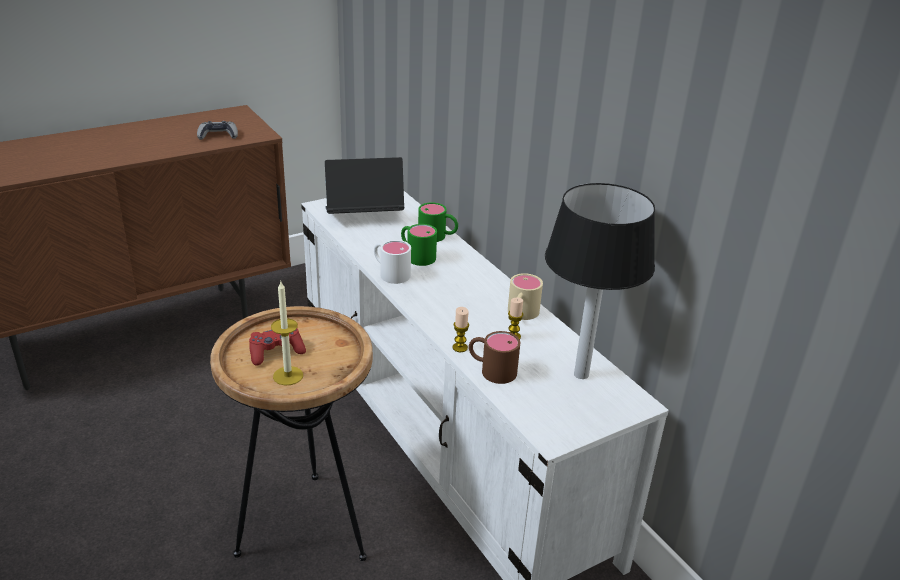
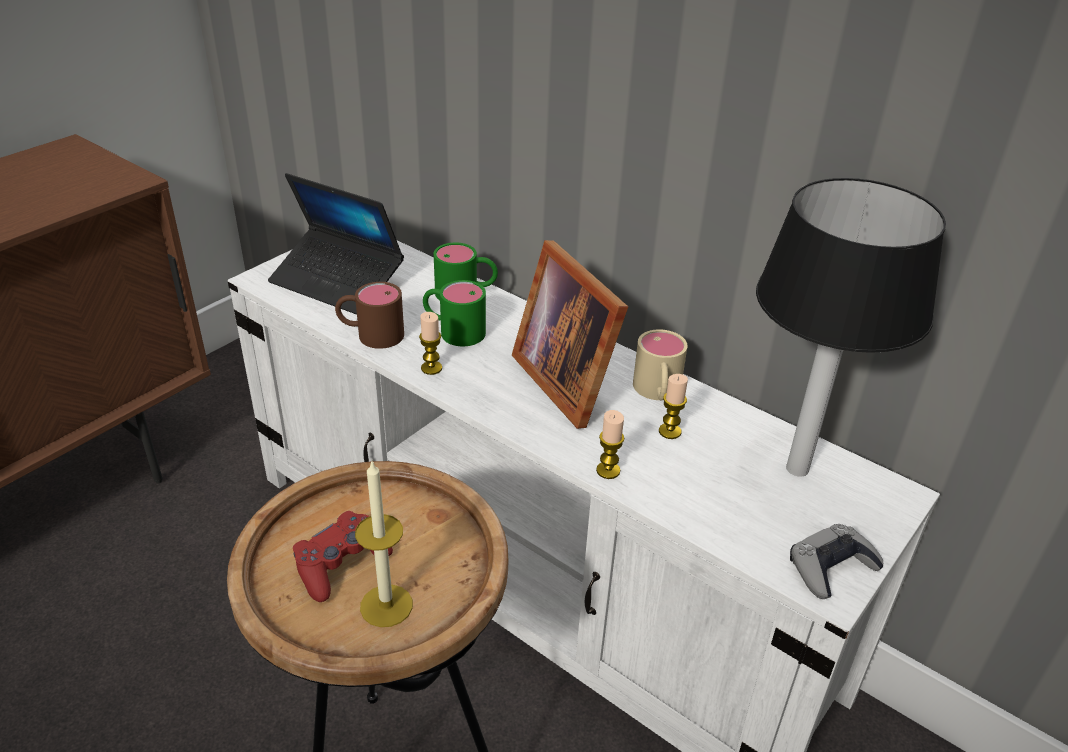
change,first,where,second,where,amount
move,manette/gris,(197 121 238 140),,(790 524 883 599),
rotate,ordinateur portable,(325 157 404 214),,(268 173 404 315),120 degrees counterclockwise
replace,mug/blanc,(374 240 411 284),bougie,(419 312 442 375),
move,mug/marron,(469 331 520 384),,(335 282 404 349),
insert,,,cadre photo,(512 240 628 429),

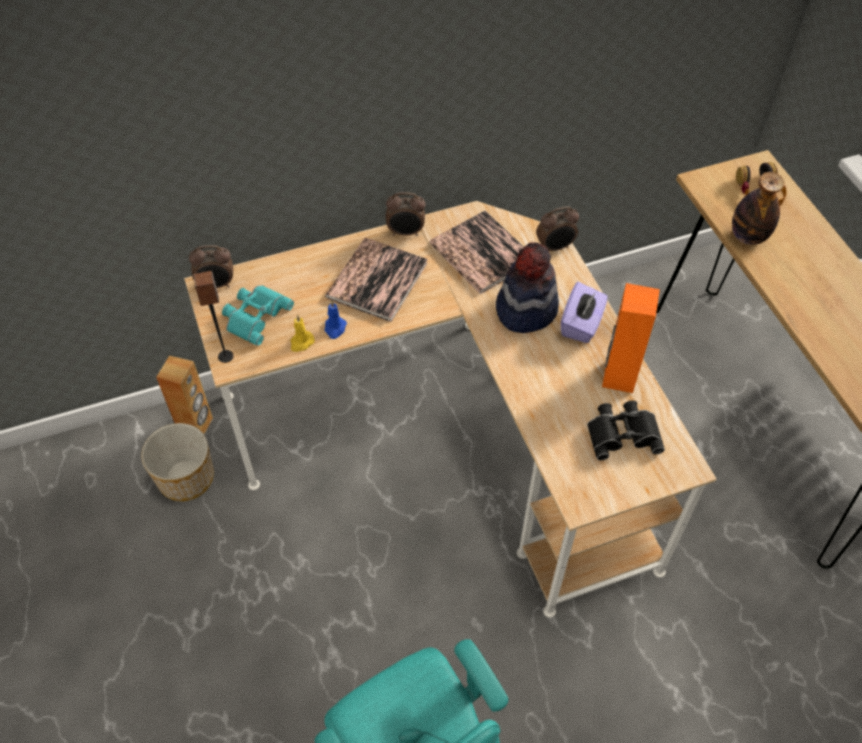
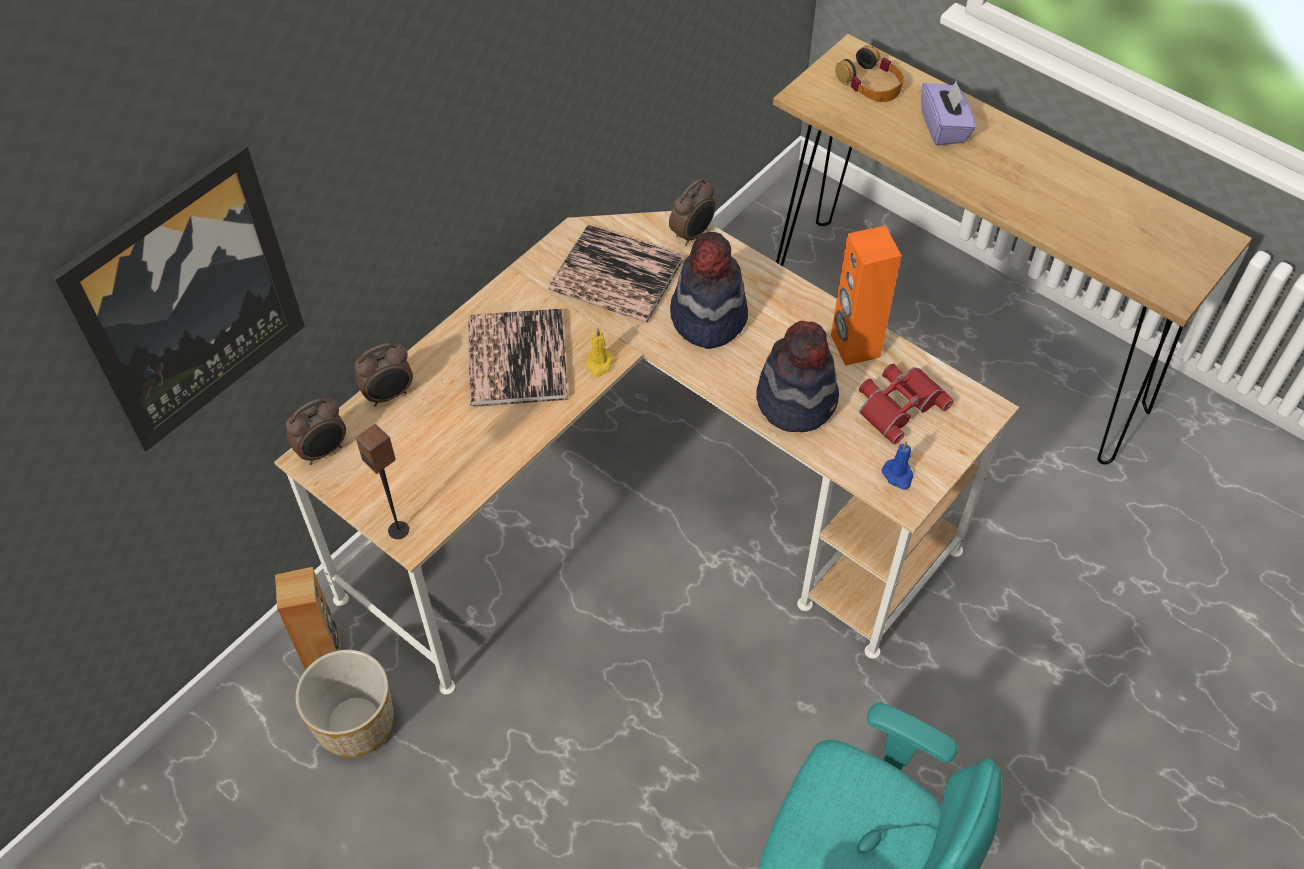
change,first,where,second,where,amount
delete,bouteille,(732 172 784 245),,,
move,réveil,(386 192 426 236),,(354 343 413 407),
move,boîte à mouchoirs/violet,(561 282 608 343),,(921 80 976 146),
delete,jumelles/turquoise,(222 285 294 346),,,
move,bougie/bleu,(325 301 347 339),,(882 441 914 490),
move,bougie/jaune,(290 315 315 352),,(586 328 614 377),
recolor,jumelles/noir,(587 401 665 460),jumelles/rouge,(859 363 954 444),
insert,,,tableau,(50 143 305 452),
insert,,,chapeau,(756 321 839 432),

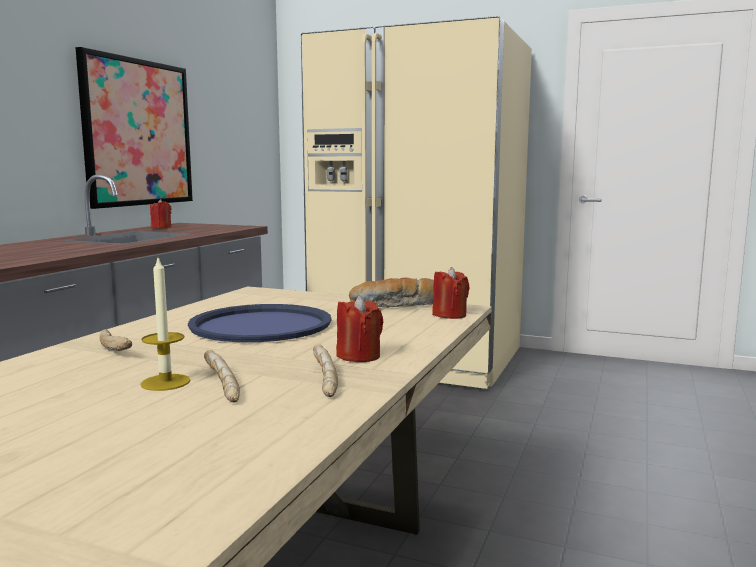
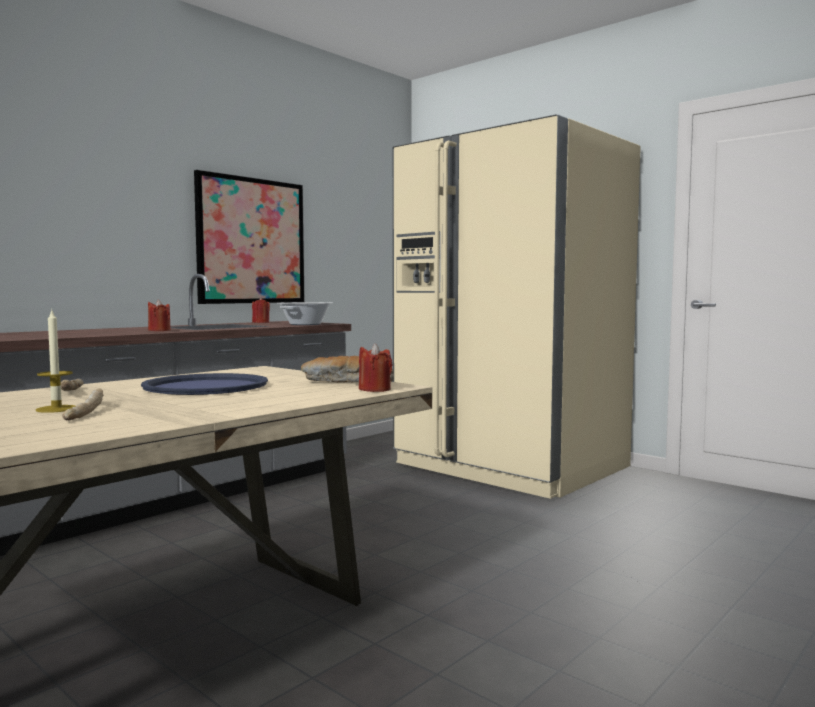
change,first,where,second,where,amount
move,bougie/rouge,(336 296 383 362),,(148 300 171 331),
delete,pain,(313 344 338 397),,,
insert,,,marmite,(277 302 333 325),

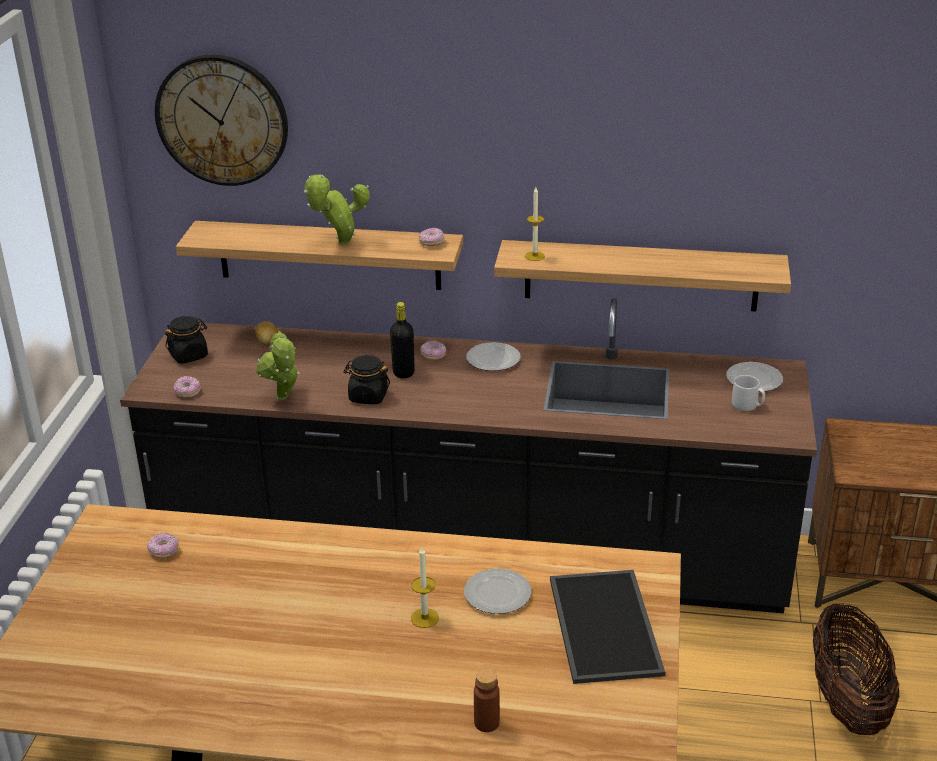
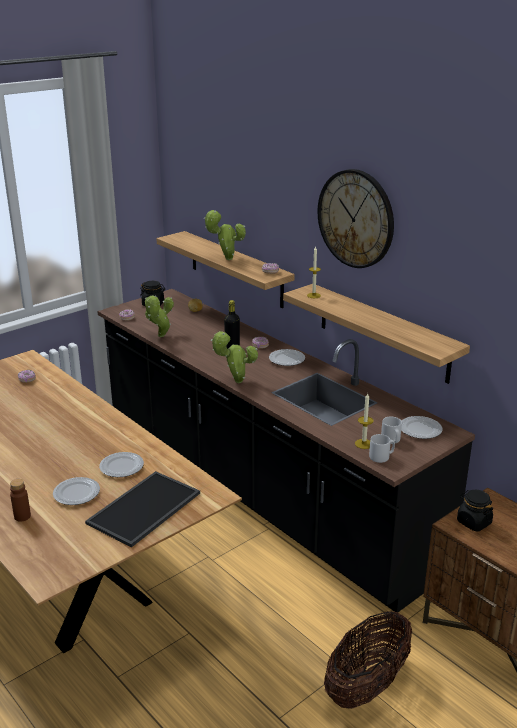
change,first,where,second,where,amount
move,horloge murale,(155 55 288 186),,(318 169 394 268),
move,bocal/noir,(344 355 390 404),,(457 490 493 531),
move,bougie,(411 547 439 628),,(355 393 374 449),
insert,,,plante en pot,(211 331 258 383),
insert,,,mug/gris,(369 434 395 463),
insert,,,assiette,(53 477 100 505),

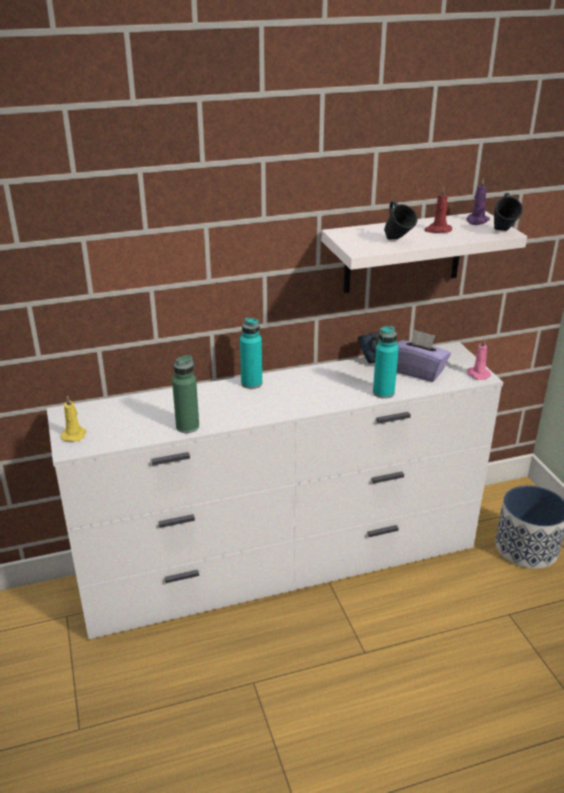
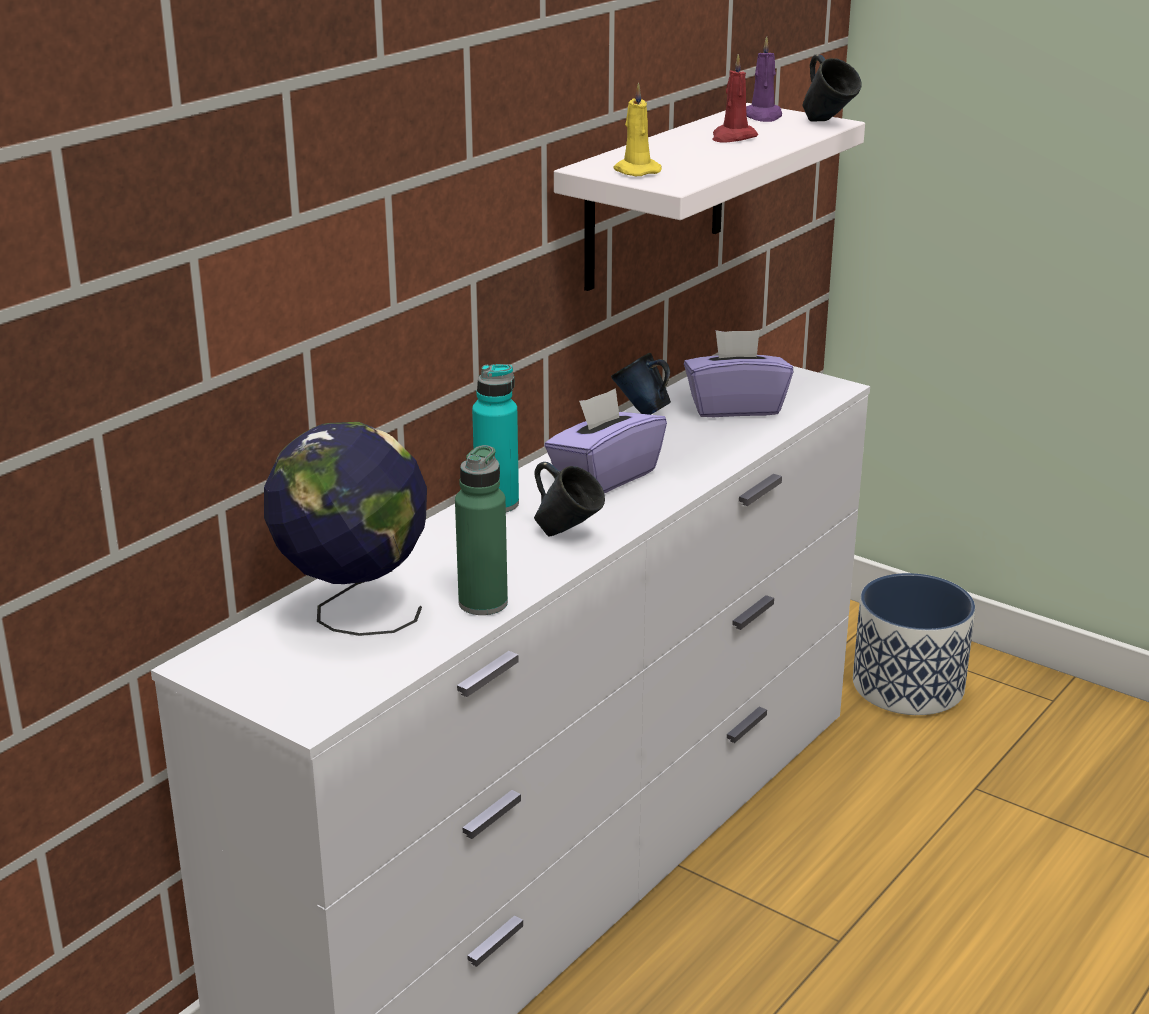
change,first,where,second,where,amount
move,mug/bleu,(384 201 418 239),,(534 462 605 537),
delete,bouteille/turquoise,(373 326 399 399),,,
delete,bougie/rose,(467 338 491 380),,,
move,bougie/jaune,(60 395 86 442),,(613 83 662 176),
insert,,,boîte à mouchoirs/violet,(544 388 667 493),
insert,,,globe,(264 422 427 636),

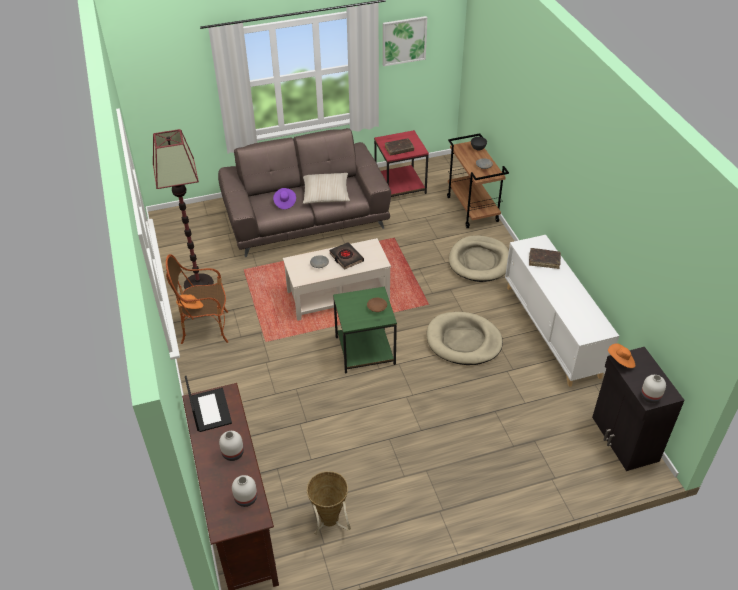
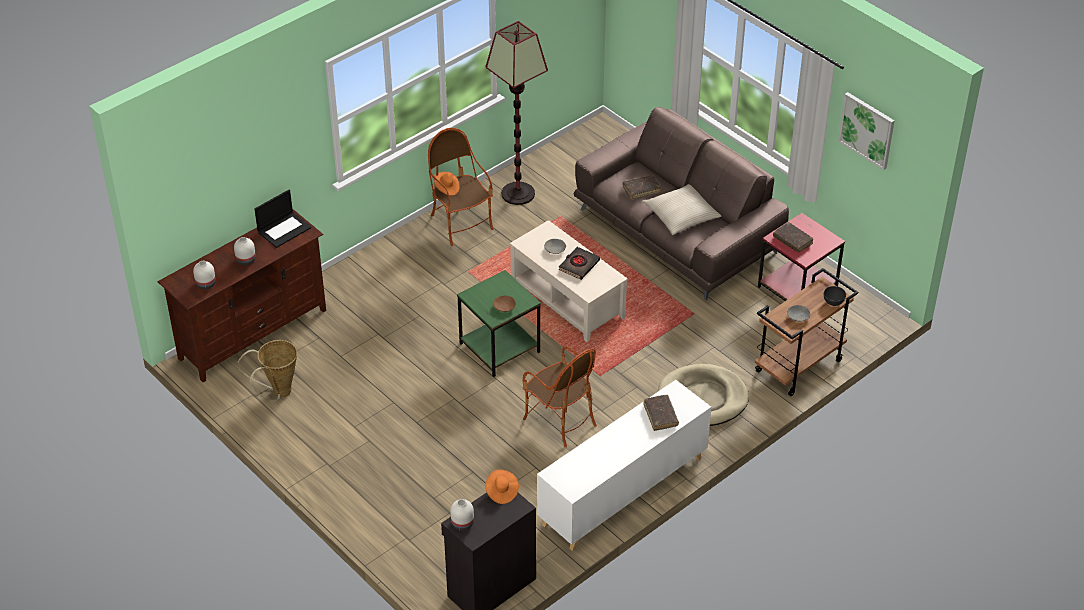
change,first,where,second,where,amount
replace,chapeau/violet,(273 188 296 209),livre/marron,(623 175 661 200),
replace,panier pour chien/beige,(427 312 503 365),fauteuil,(522 346 597 447),

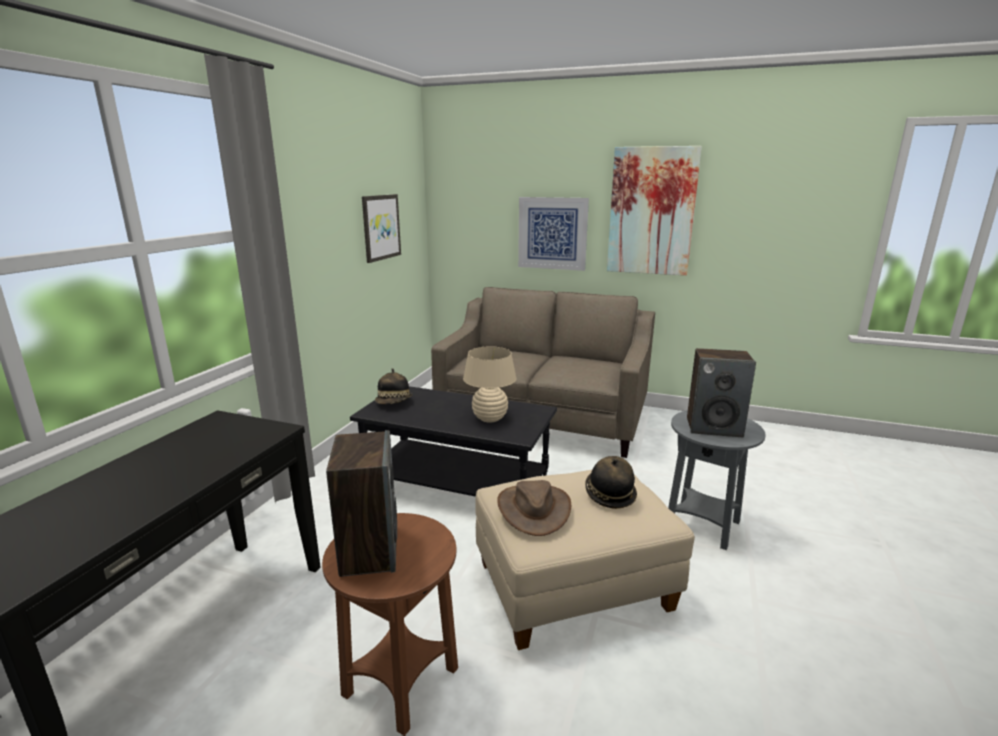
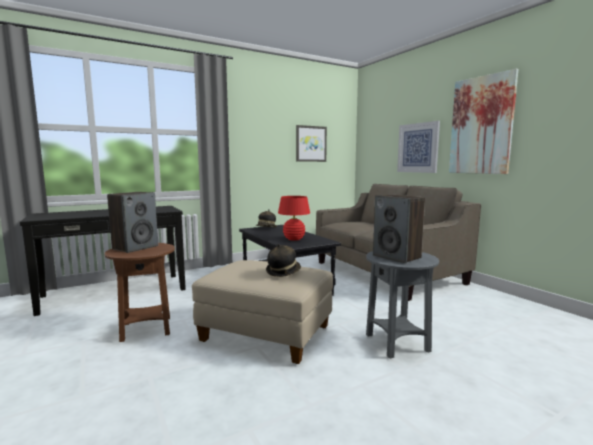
change,first,where,second,where,amount
recolor,lampe de table/beige,(463 346 516 423),lampe de table/rouge,(278 196 310 241),
delete,chapeau/marron,(497 480 571 536),,,

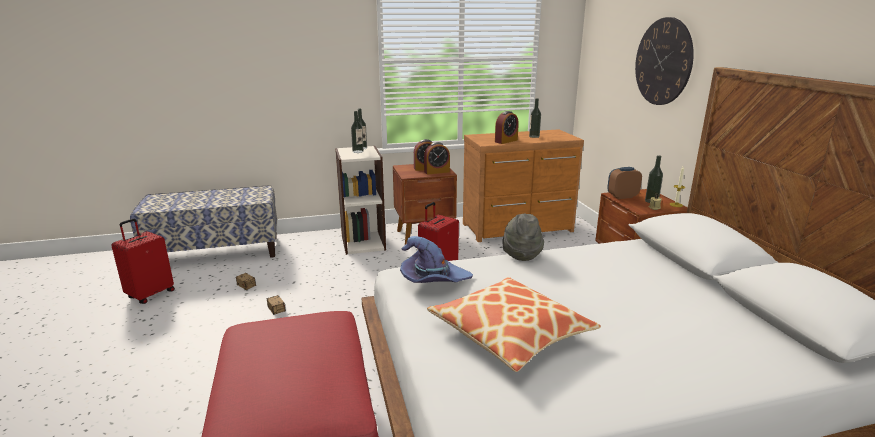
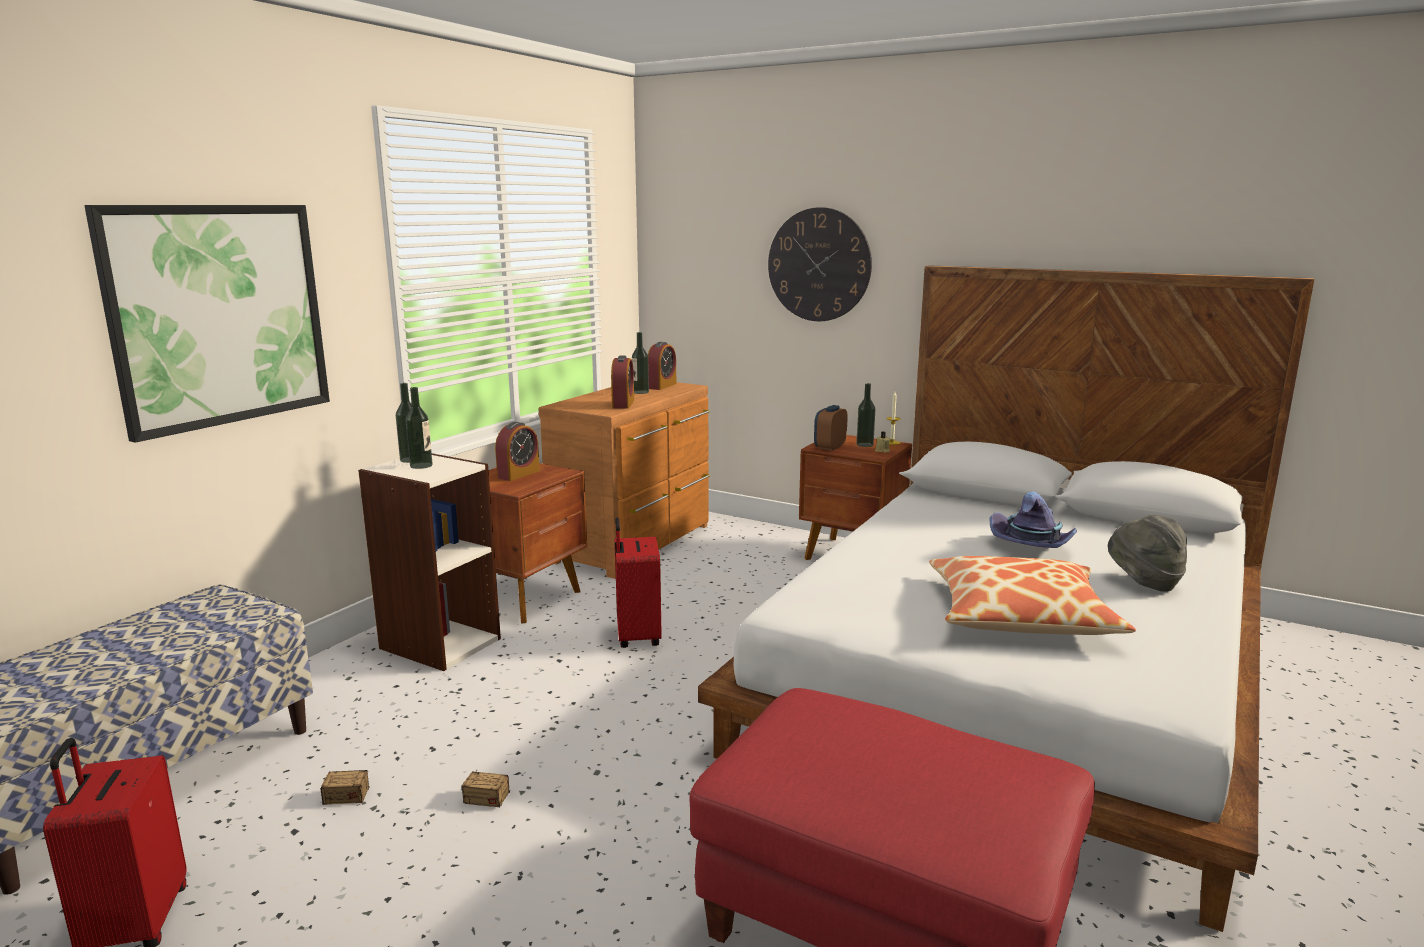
change,first,where,second,where,amount
move,réveil,(424 142 450 175),,(648 342 676 390),
move,chapeau/gris,(502 214 544 261),,(1108 515 1187 592),
move,chapeau/violet,(400 236 473 283),,(989 491 1077 548),
insert,,,tableau,(84 205 330 443),

